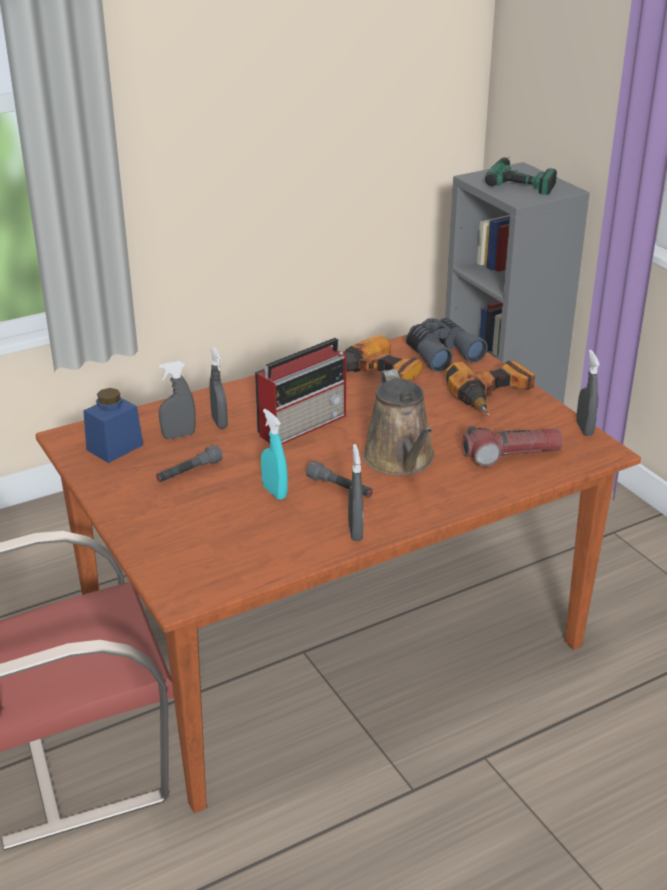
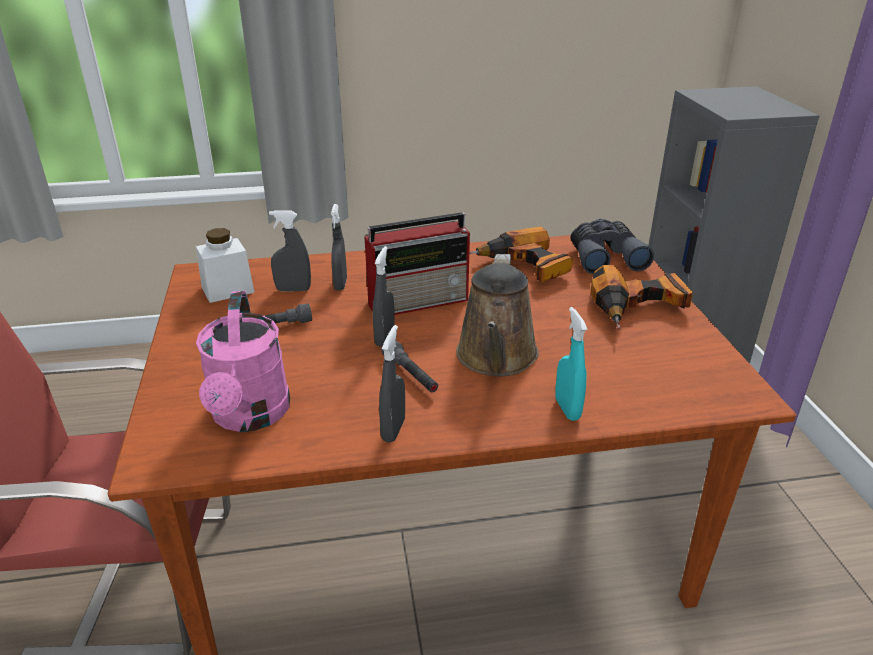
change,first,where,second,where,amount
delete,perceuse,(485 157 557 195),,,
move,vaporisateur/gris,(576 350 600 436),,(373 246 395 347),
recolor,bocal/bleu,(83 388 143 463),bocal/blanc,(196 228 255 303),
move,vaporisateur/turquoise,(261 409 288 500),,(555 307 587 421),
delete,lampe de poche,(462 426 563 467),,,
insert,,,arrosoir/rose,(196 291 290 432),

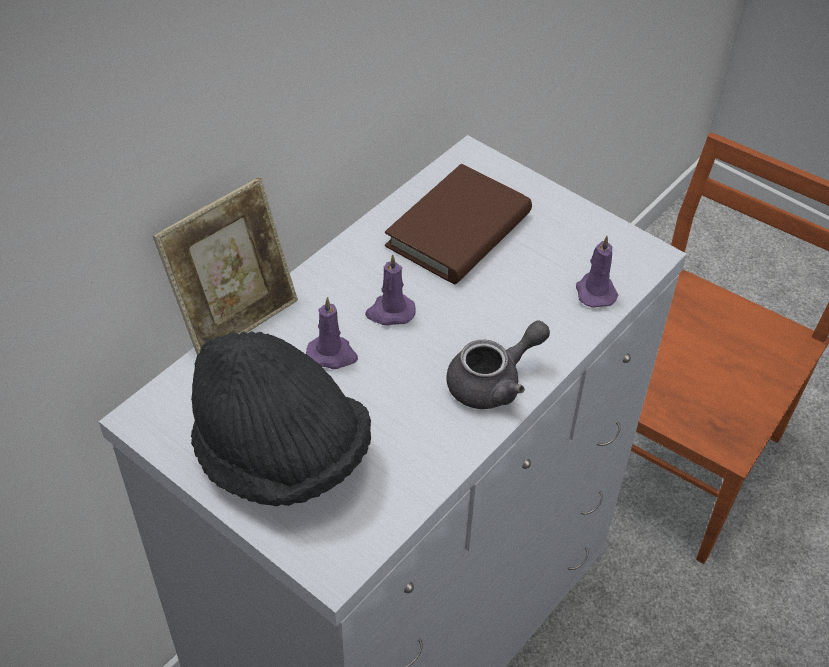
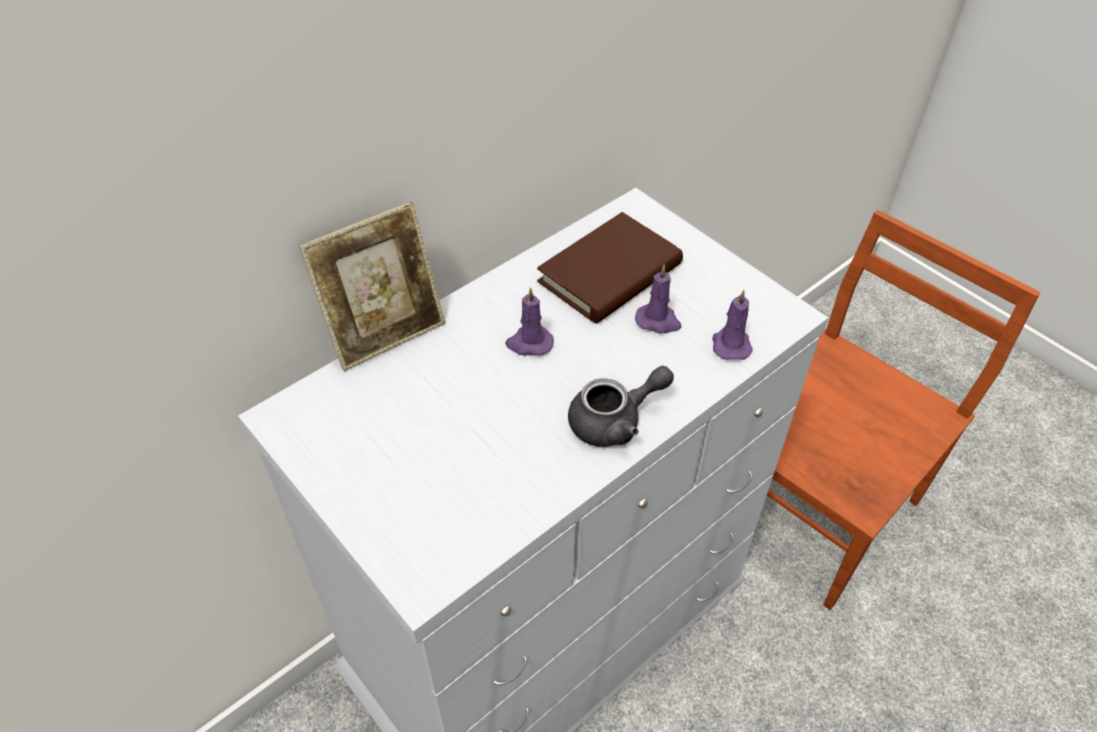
change,first,where,second,where,amount
move,bougie/violet,(306 297 358 369),,(635 264 681 334),
delete,chapeau/noir,(191 331 371 507),,,

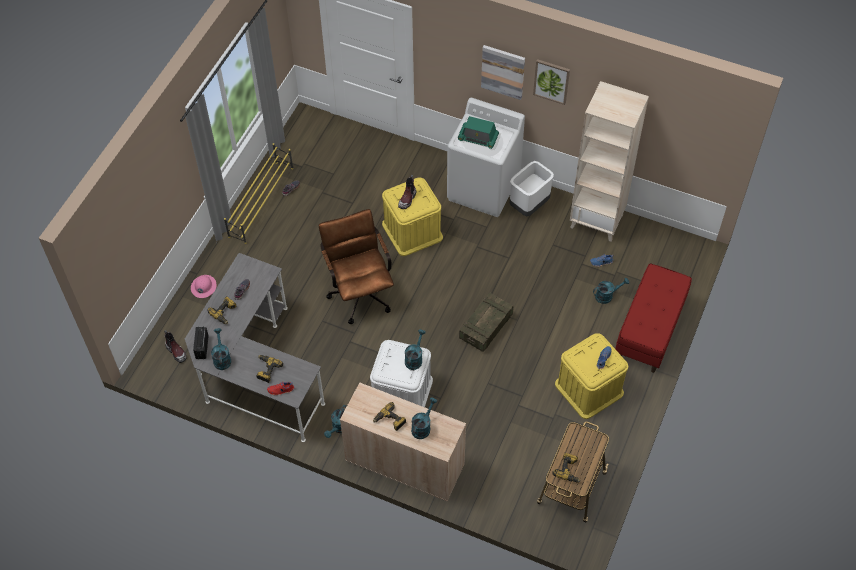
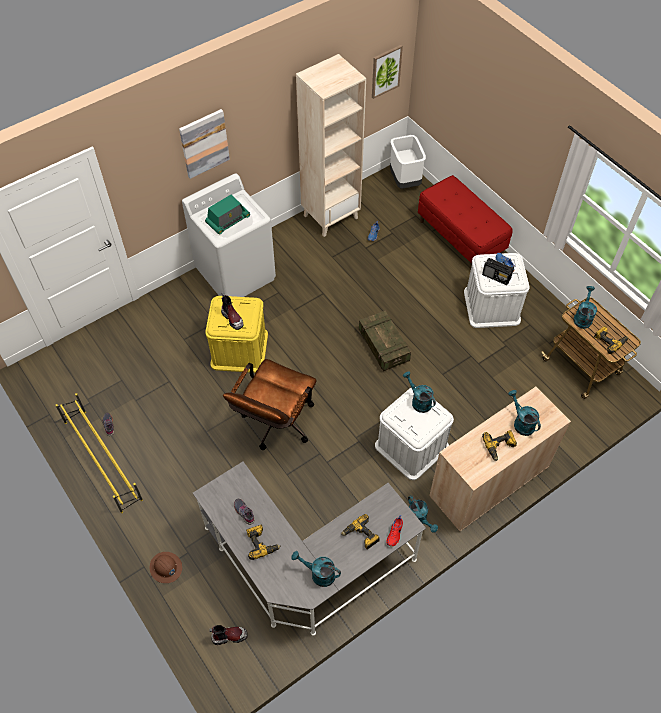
change,first,where,second,where,amount
move,tableau,(533 59 570 105),,(372 45 403 99),
move,poubelle/blanc,(510 161 554 216),,(390 135 426 189),
rotate,chaise de bureau/marron,(319 209 394 324),,(223 359 317 450),75 degrees counterclockwise
recolor,casque de chantier/rose,(191 275 216 298),casque de chantier/marron,(150 552 182 583),
move,arrosoir/turquoise,(593 278 629 304),,(573 286 597 329),
move,radio,(193 327 208 359),,(482 258 514 285),
recolor,boîte de rangement/jaune,(555 333 628 419),boîte de rangement/blanc,(464 253 530 328),

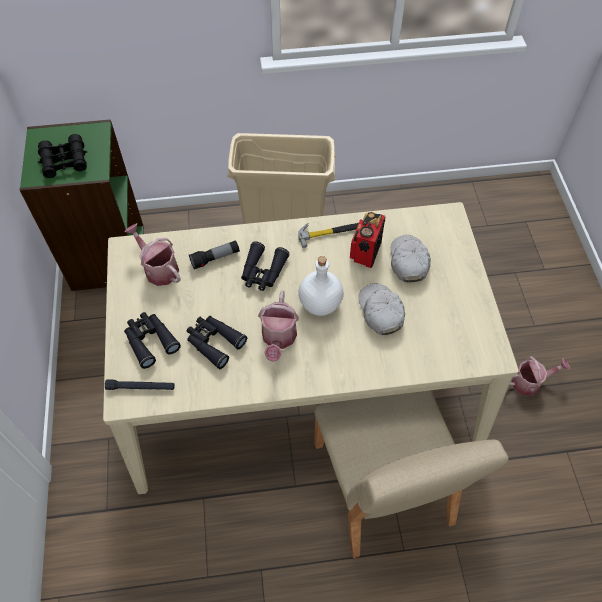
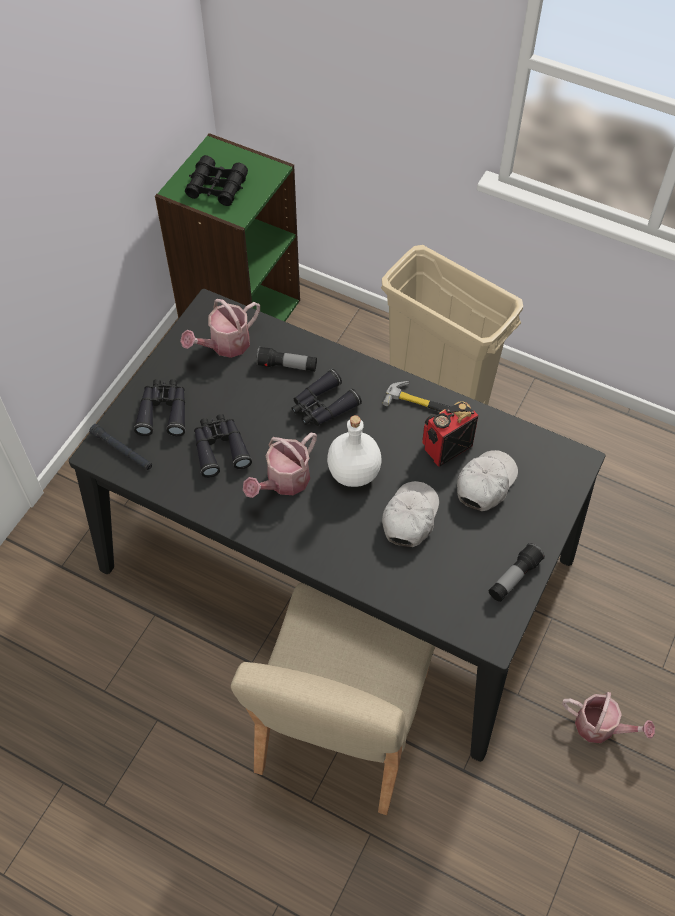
change,first,where,second,where,amount
recolor,table à manger/beige,(103 202 519 494),table à manger/noir,(69 289 606 762),
rotate,arrosoir,(125 223 181 286),,(180 299 260 358),120 degrees counterclockwise
insert,,,lampe de poche,(489 543 545 602),

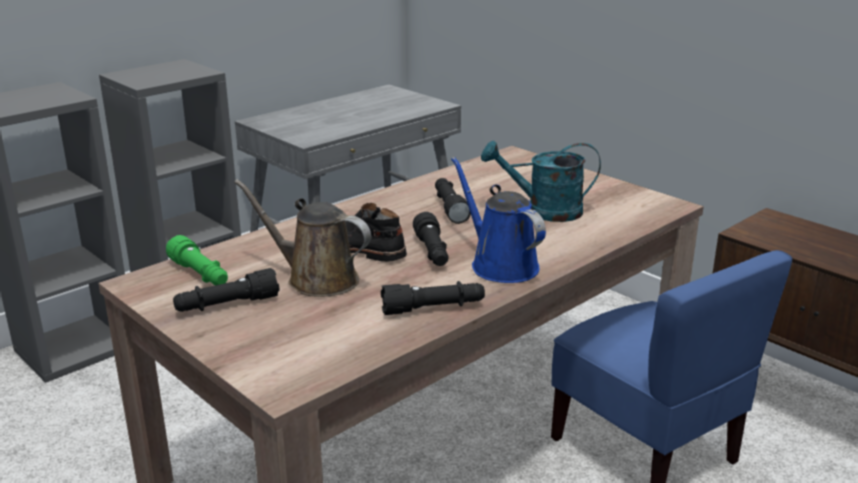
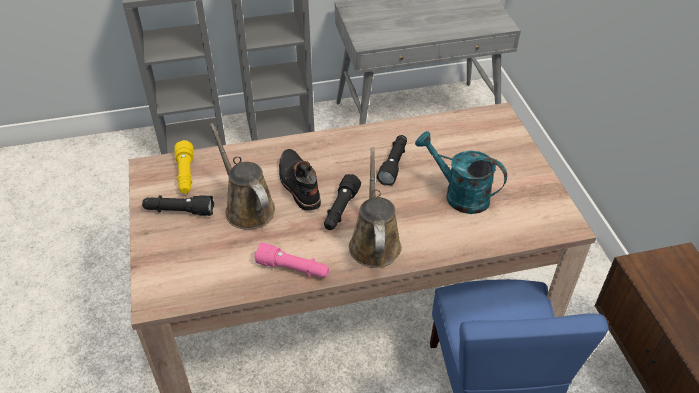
change,first,where,second,where,amount
recolor,arrosoir/bleu,(451 157 546 283),arrosoir/marron,(349 147 402 268),
recolor,lampe de poche/vert,(166 235 228 285),lampe de poche/jaune,(175 140 194 194),
recolor,lampe de poche/noir,(381 281 485 315),lampe de poche/rose,(254 243 329 277),

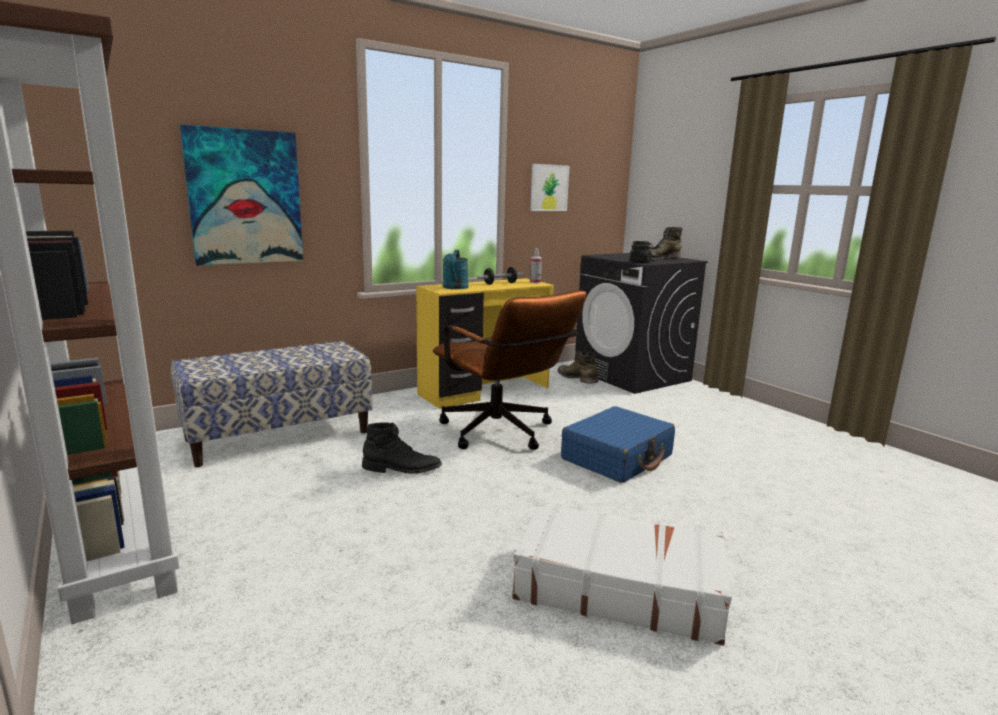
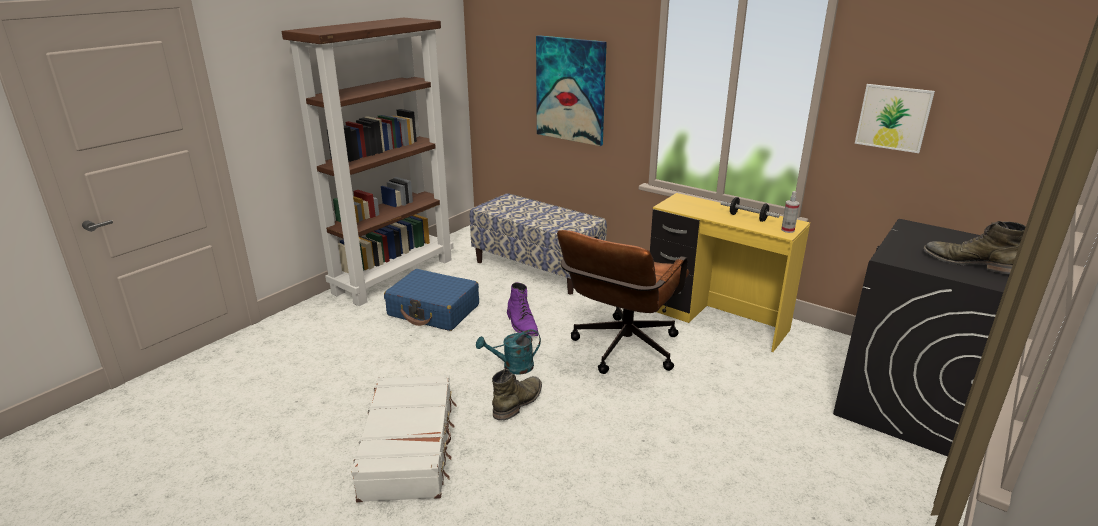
change,first,where,second,where,amount
delete,bocal/noir,(630 241 654 263),,,
move,arrosoir/turquoise,(443 250 468 289),,(476 329 541 375),
move,botte/vert,(557 351 598 384),,(492 368 542 420),
move,valise/bleu,(561 406 675 483),,(384 269 479 331),
recolor,botte/noir,(362 422 442 474),botte/violet,(507 282 539 336),

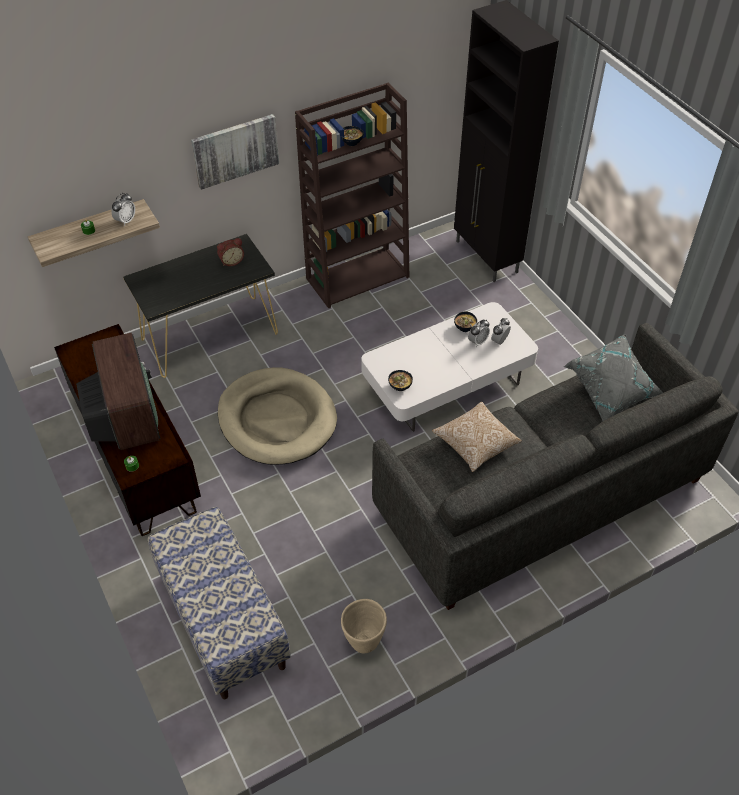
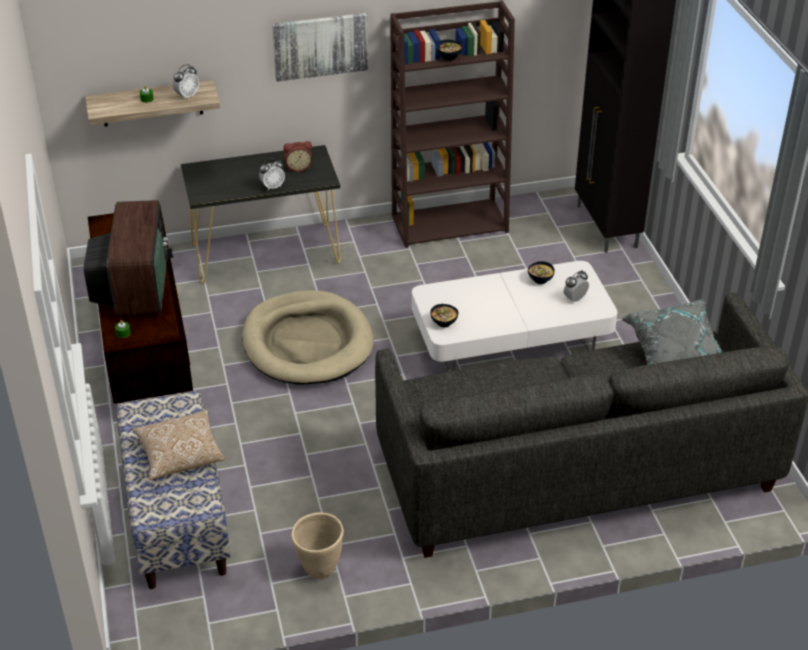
change,first,where,second,where,amount
move,réveil,(468 319 490 347),,(259 158 285 191),
move,coussin,(432 402 522 472),,(132 410 225 480),

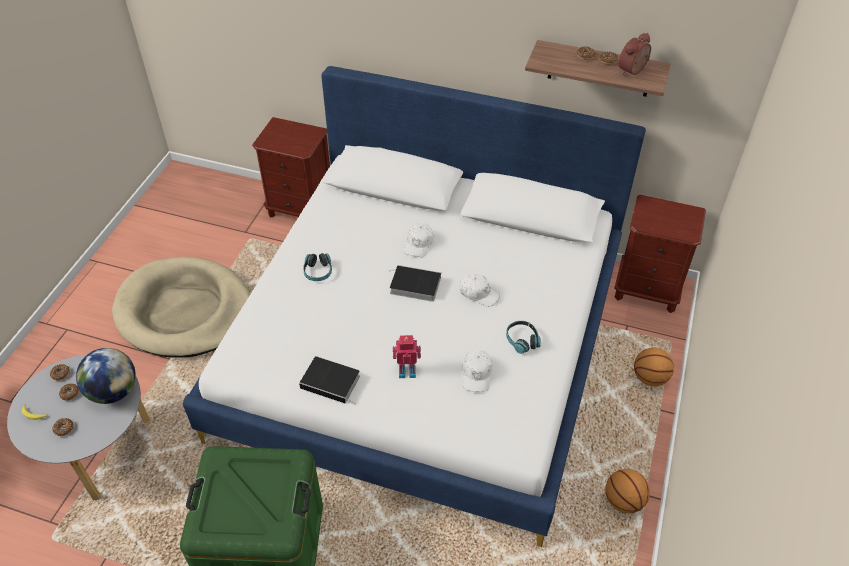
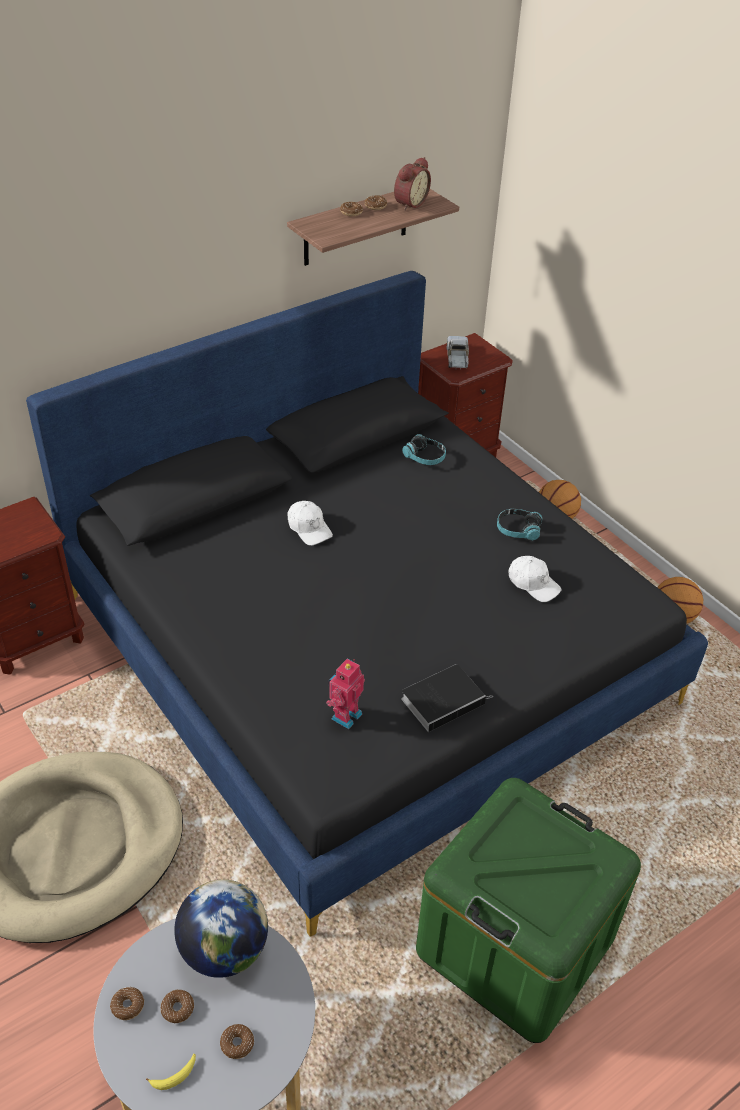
change,first,where,second,where,amount
rotate,réveil,(618 33 651 75),,(394 157 431 211),135 degrees counterclockwise
recolor,lit/blanc,(183 66 646 547),lit/noir,(26 271 708 937),
move,casque audio,(303 253 332 281),,(402 434 446 465),
delete,livre,(389 265 441 302),,,
delete,casquette/blanc,(460 274 500 307),,,
move,robot jouet,(393 335 421 378),,(326 659 365 729),
insert,,,camion jouet,(446 336 469 368),

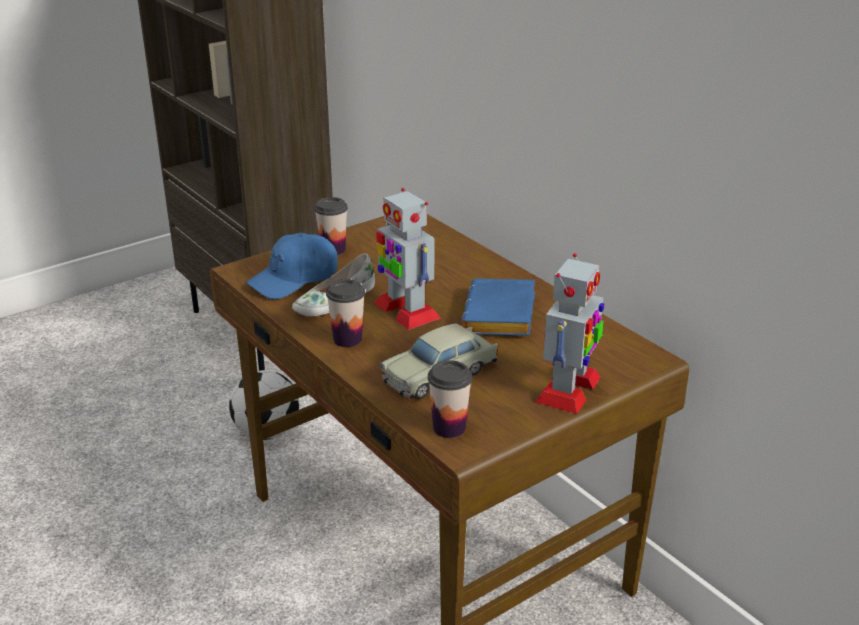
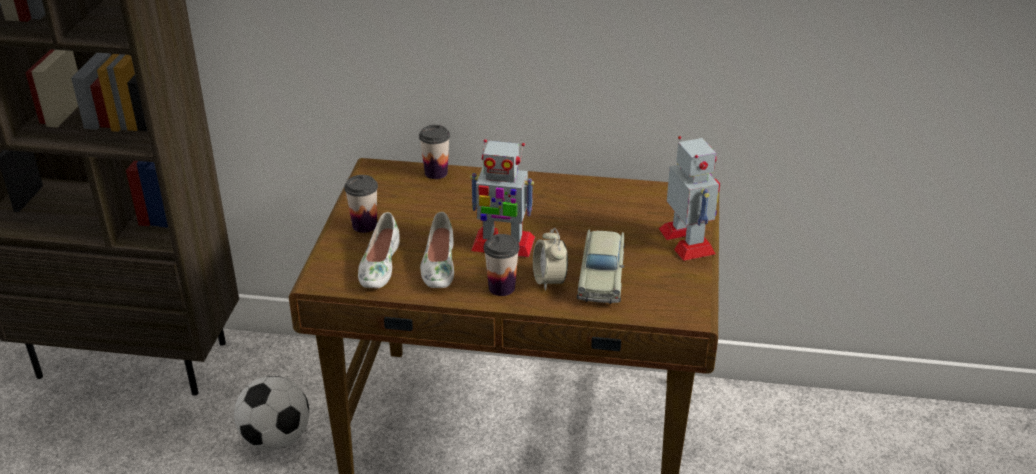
change,first,where,second,where,amount
replace,casquette/bleu,(246 233 338 299),chaussure/blanc,(358 212 400 288),
delete,livre/bleu,(461 278 535 336),,,
move,tasse,(428 360 472 438),,(419 125 450 179),
insert,,,réveil,(533 228 568 291),

